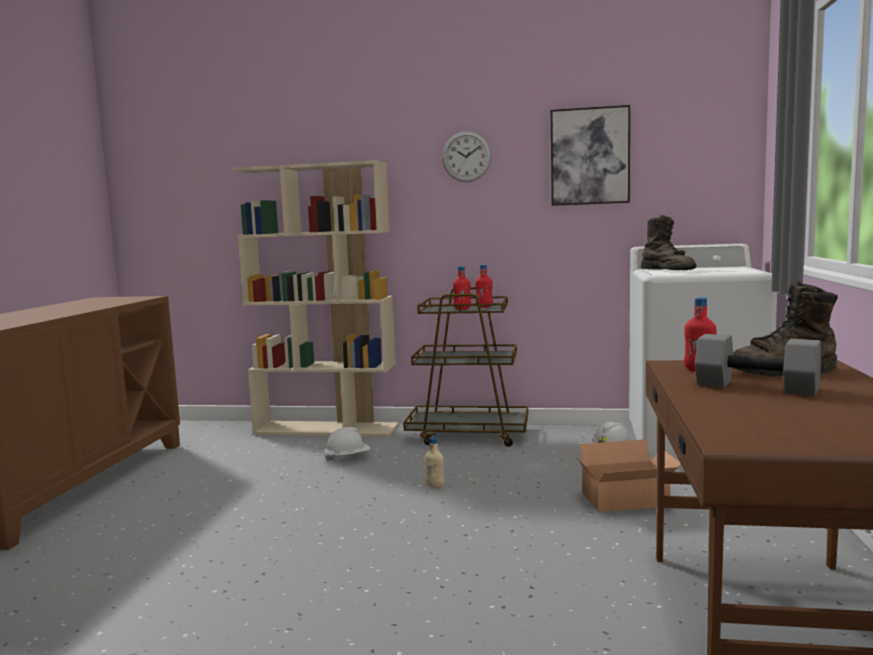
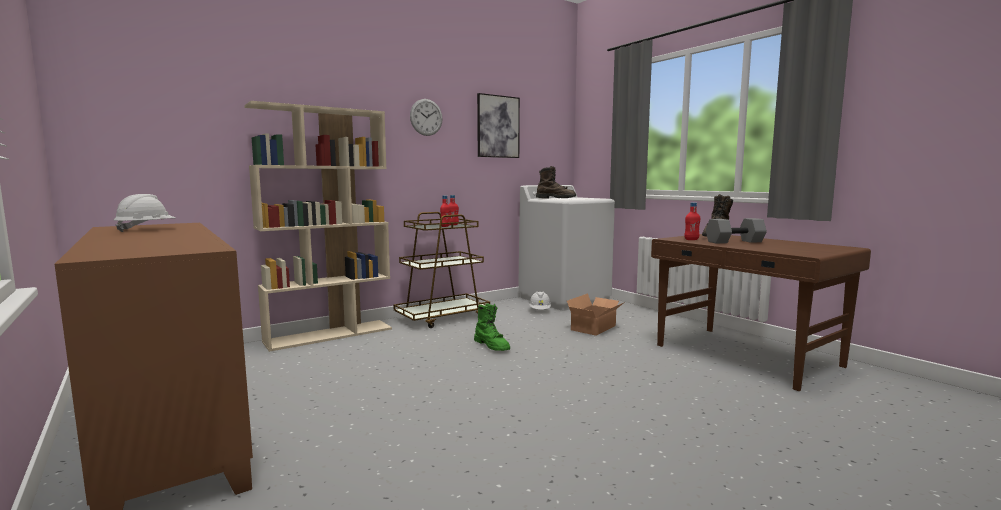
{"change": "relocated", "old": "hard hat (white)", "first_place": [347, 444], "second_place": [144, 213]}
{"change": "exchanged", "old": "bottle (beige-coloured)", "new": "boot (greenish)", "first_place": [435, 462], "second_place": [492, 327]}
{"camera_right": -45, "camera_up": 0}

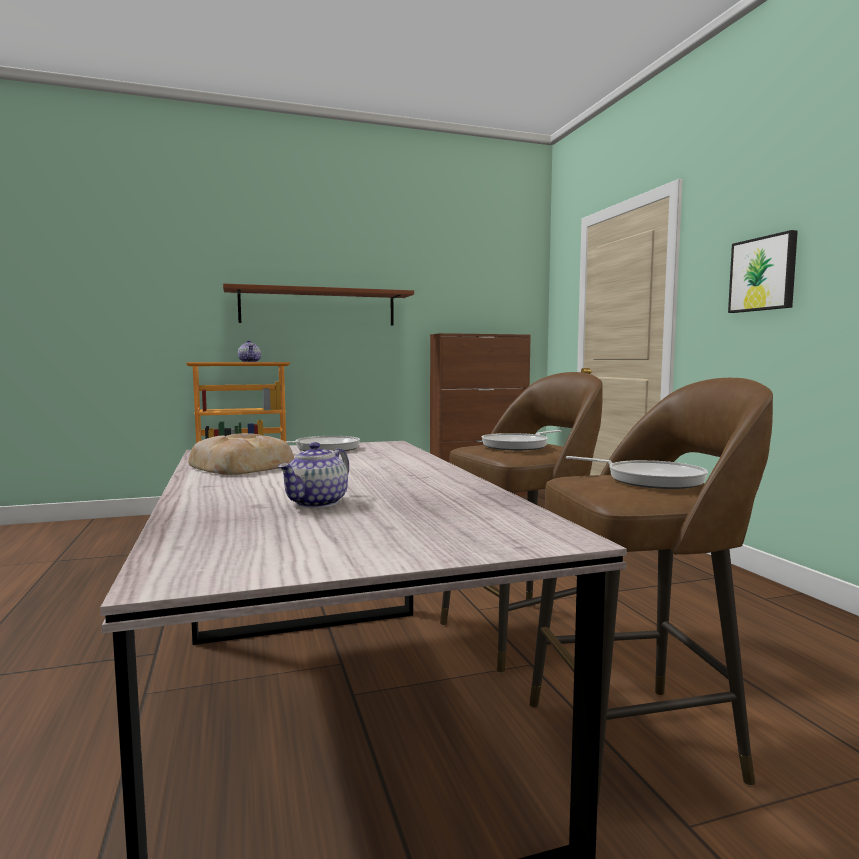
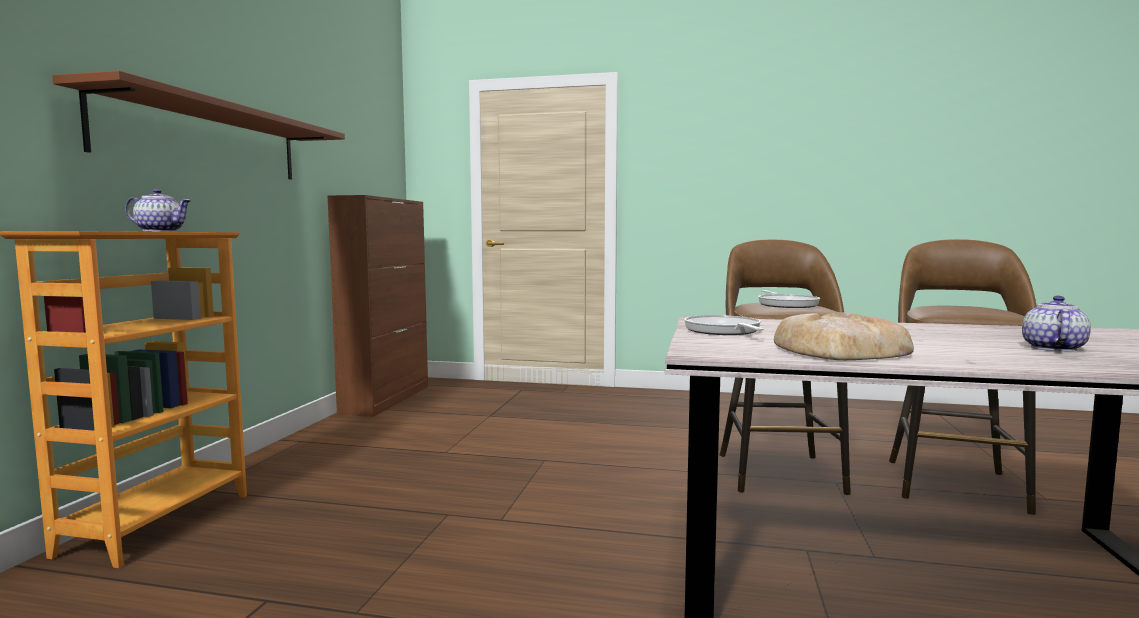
{"change": "missing", "old": "pan", "first_place": [637, 472]}
{"change": "missing", "old": "picture", "first_place": [763, 271]}
{"change": "spun", "old": "tea pot", "first_place": [313, 475], "second_place": [1056, 324], "degrees": -120}
{"camera_right": -60, "camera_up": 0}

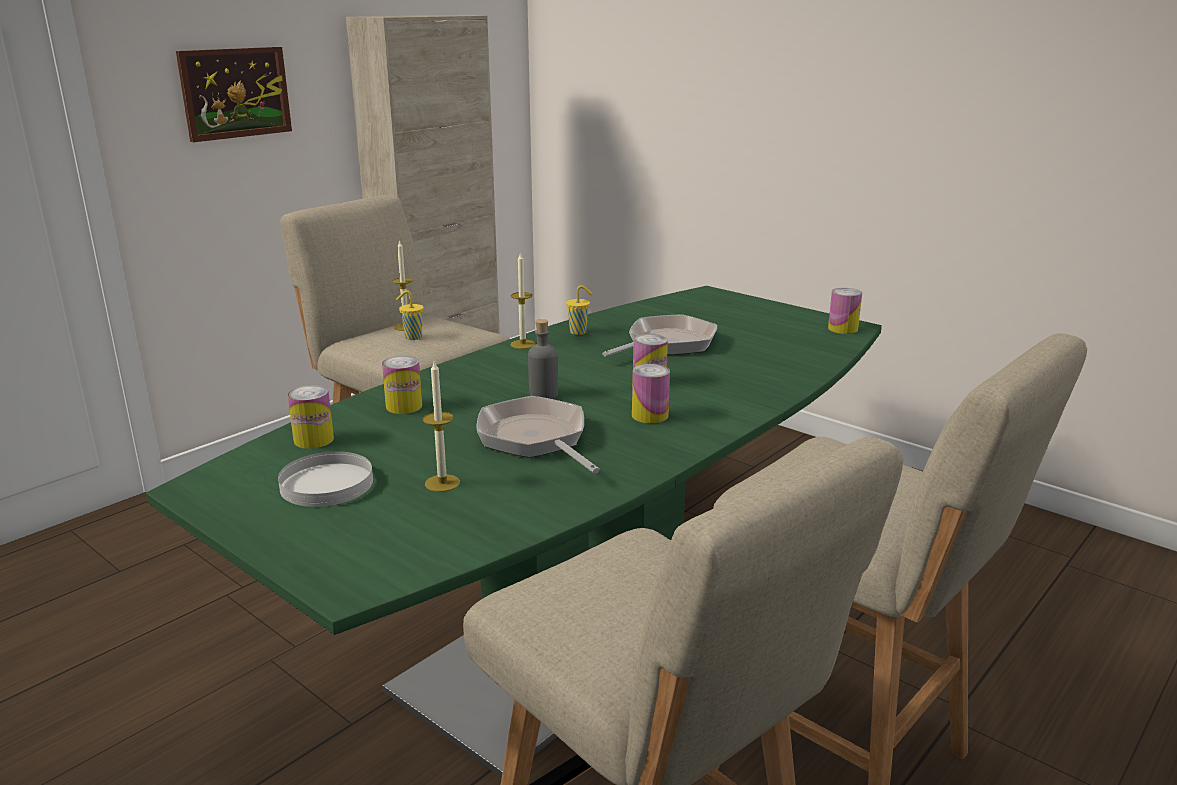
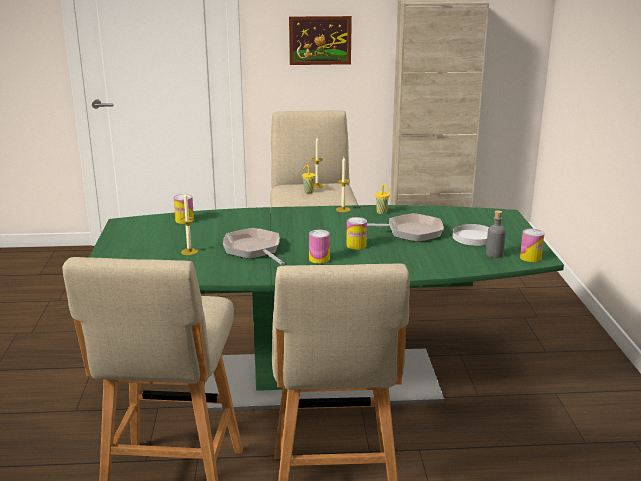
{"change": "missing", "old": "metal can", "first_place": [402, 385]}
{"change": "relocated", "old": "flat dish (white)", "first_place": [325, 479], "second_place": [471, 235]}
{"change": "relocated", "old": "bottle (grey)", "first_place": [543, 359], "second_place": [496, 234]}
{"change": "spun", "old": "pan", "first_place": [538, 434], "second_place": [254, 246], "degrees": -45}
{"camera_right": 45, "camera_up": 0}

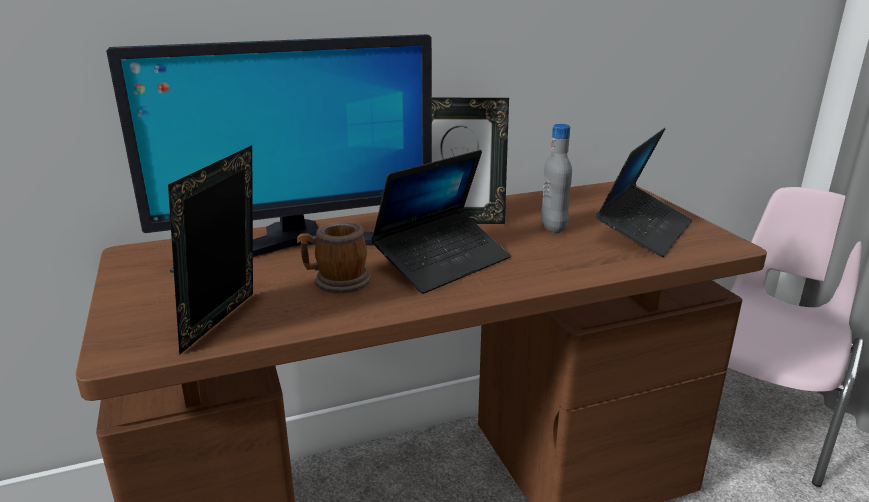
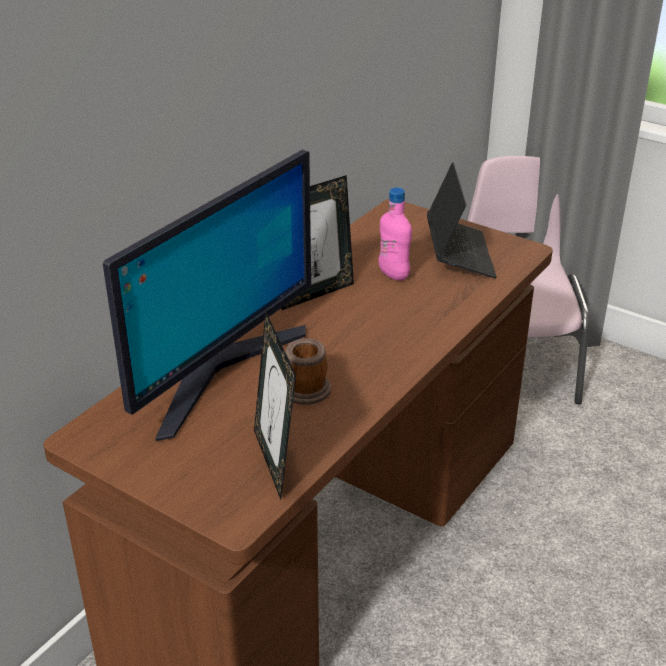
{"change": "missing", "old": "notebook computer", "first_place": [441, 222]}
{"change": "colour", "old": "bottle (grey)", "new": "bottle (pink)", "first_place": [556, 178], "second_place": [395, 234]}
{"camera_right": -35, "camera_up": 10}

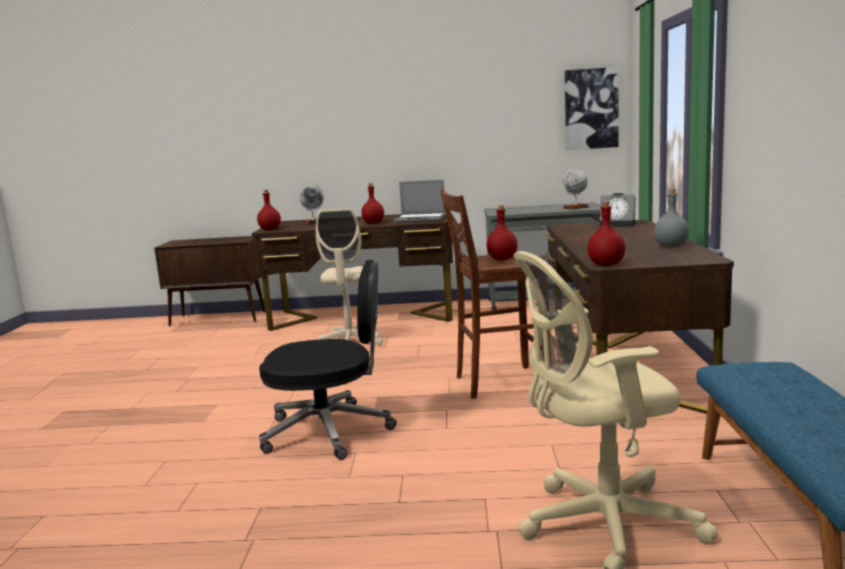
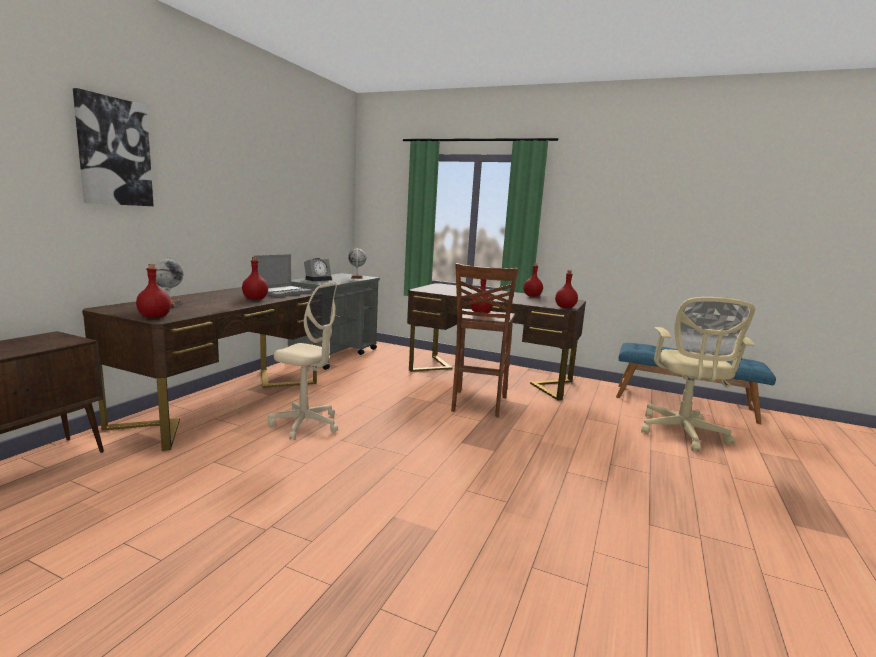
{"change": "missing", "old": "computer chair (black)", "first_place": [328, 360]}
{"change": "relocated", "old": "picture", "first_place": [591, 108], "second_place": [113, 147]}
{"change": "relocated", "old": "alarm clock", "first_place": [617, 210], "second_place": [318, 269]}
{"change": "colour", "old": "bottle (grey)", "new": "bottle (reddish)", "first_place": [671, 218], "second_place": [533, 280]}
{"camera_right": -70, "camera_up": 0}

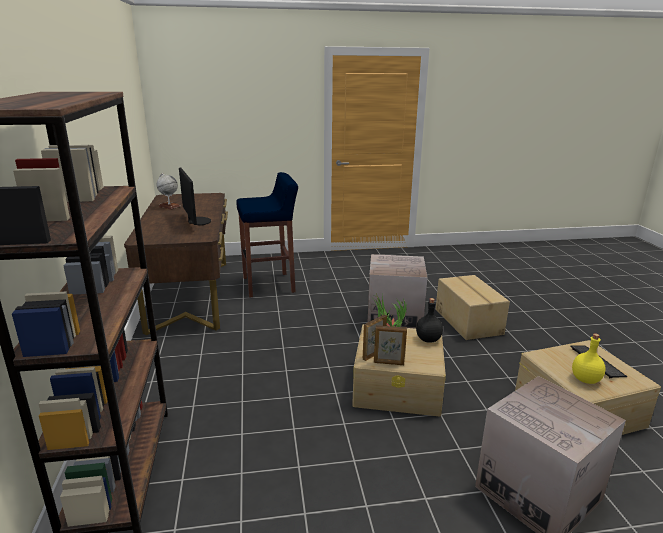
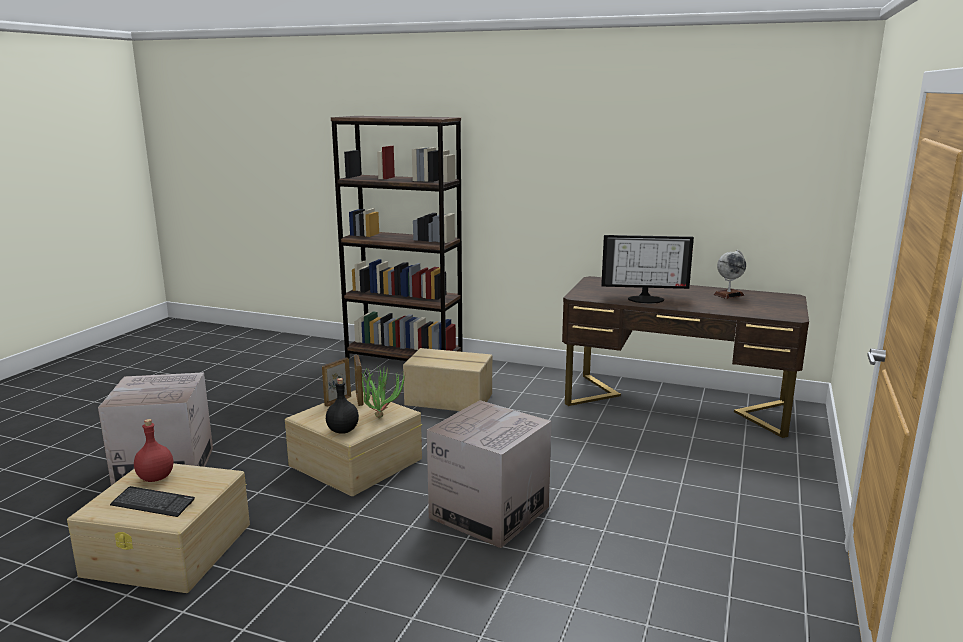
{"change": "missing", "old": "stool (blue)", "first_place": [267, 235]}
{"change": "relocated", "old": "cardboard box", "first_place": [473, 307], "second_place": [447, 379]}
{"change": "colour", "old": "bottle (yellow-coloured)", "new": "bottle (reddish)", "first_place": [589, 359], "second_place": [153, 450]}
{"camera_right": 120, "camera_up": -5}

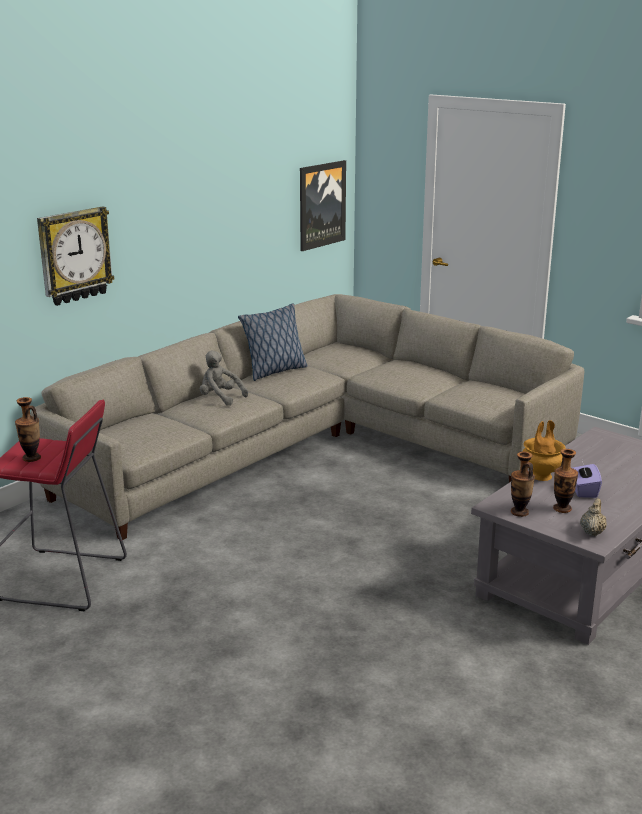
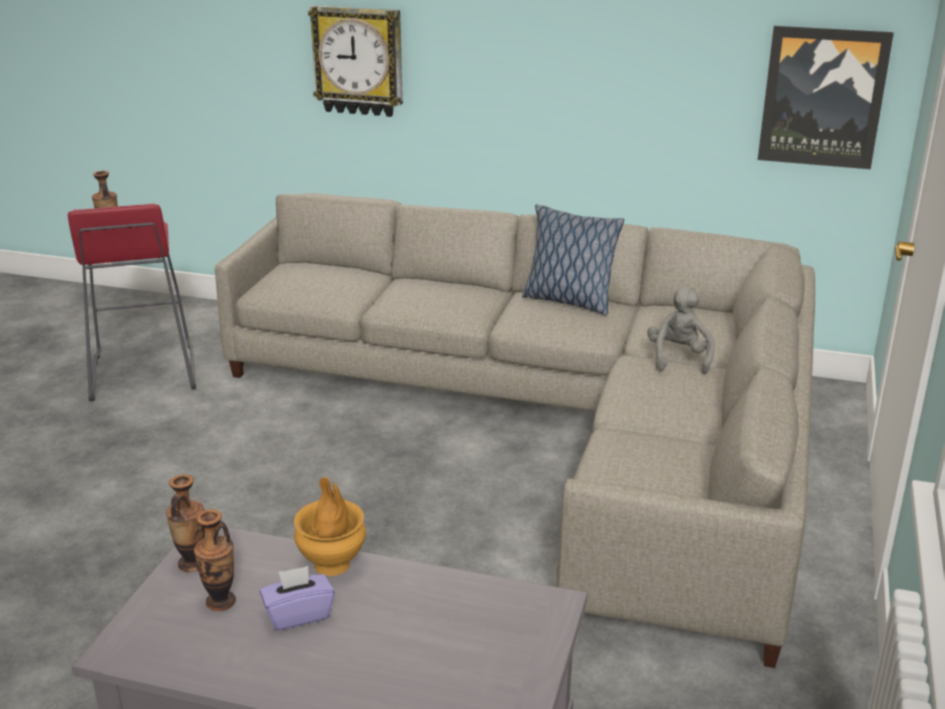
{"change": "missing", "old": "tea pot (beige-coloured)", "first_place": [593, 517]}
{"change": "relocated", "old": "plush toy (grey)", "first_place": [224, 378], "second_place": [681, 330]}
{"camera_right": 65, "camera_up": 5}

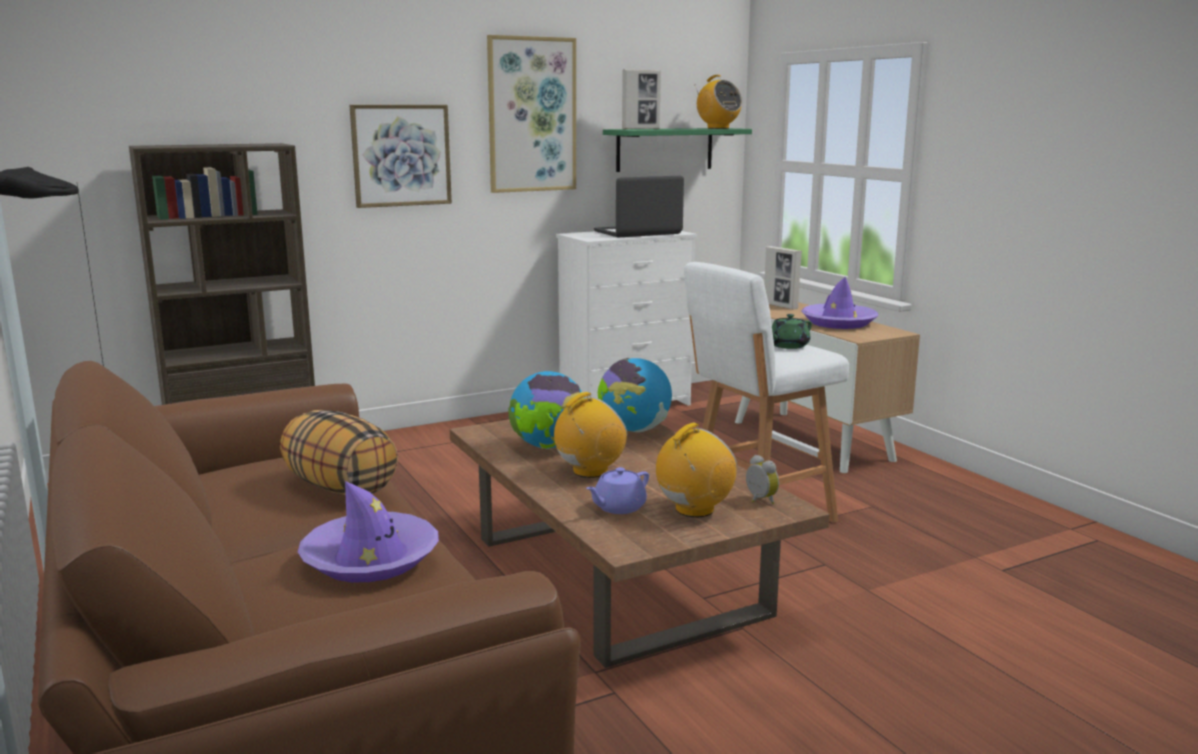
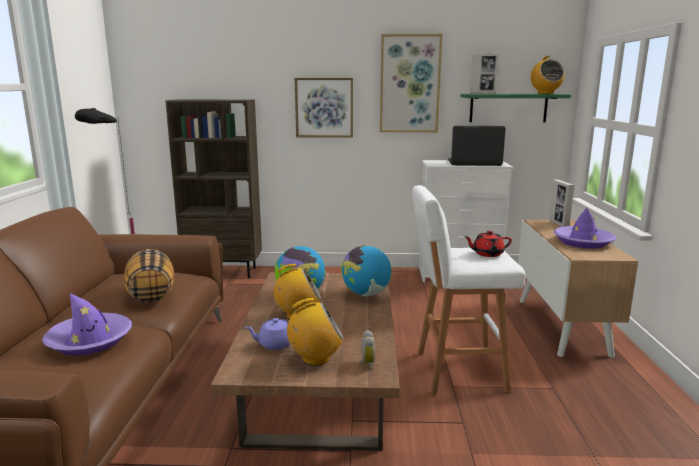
{"change": "colour", "old": "tea pot (greenish)", "new": "tea pot (reddish)", "first_place": [792, 331], "second_place": [488, 243]}
{"camera_right": 30, "camera_up": 0}

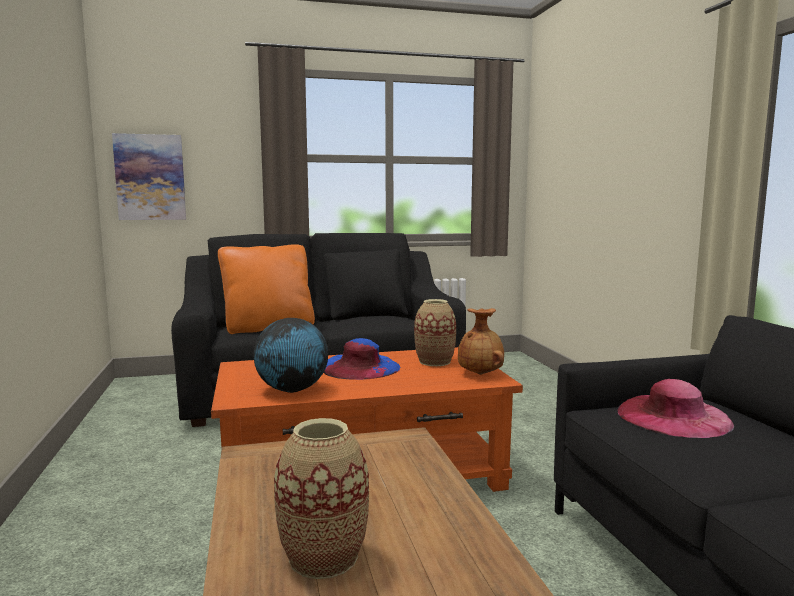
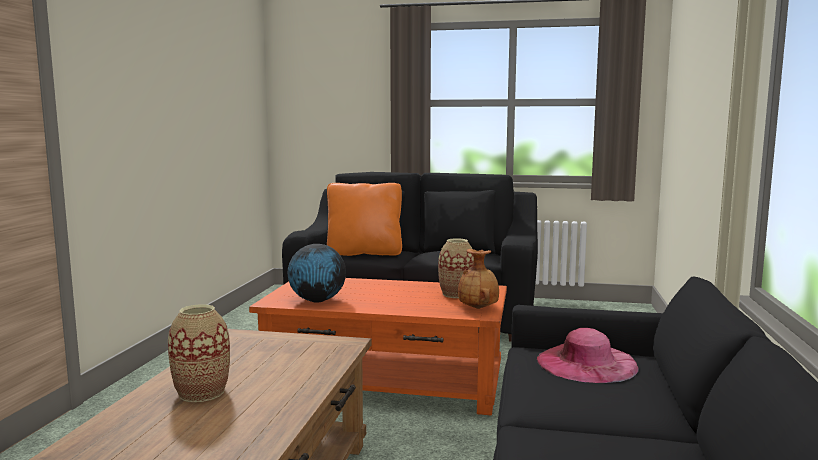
{"change": "missing", "old": "picture", "first_place": [149, 176]}
{"change": "missing", "old": "clothing hat (blue)", "first_place": [362, 359]}
{"camera_right": 25, "camera_up": 0}

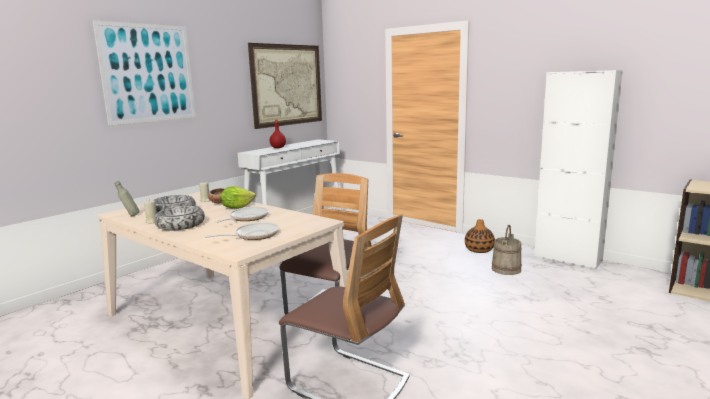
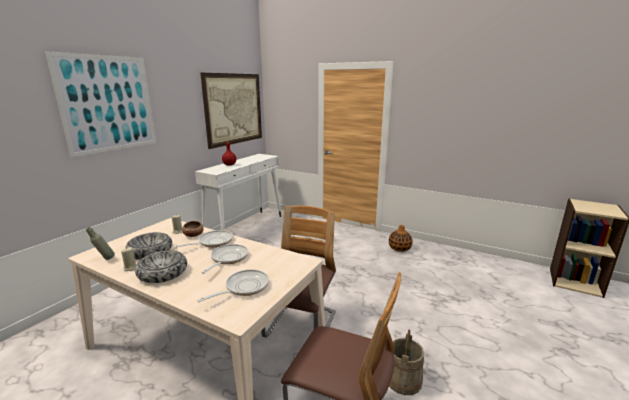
{"change": "missing", "old": "cupboard (white)", "first_place": [578, 169]}
{"change": "relocated", "old": "pail (beige-coloured)", "first_place": [507, 250], "second_place": [406, 362]}
{"change": "exchanged", "old": "lettuce", "new": "pan", "first_place": [237, 198], "second_place": [203, 239]}
{"camera_right": -10, "camera_up": 5}

